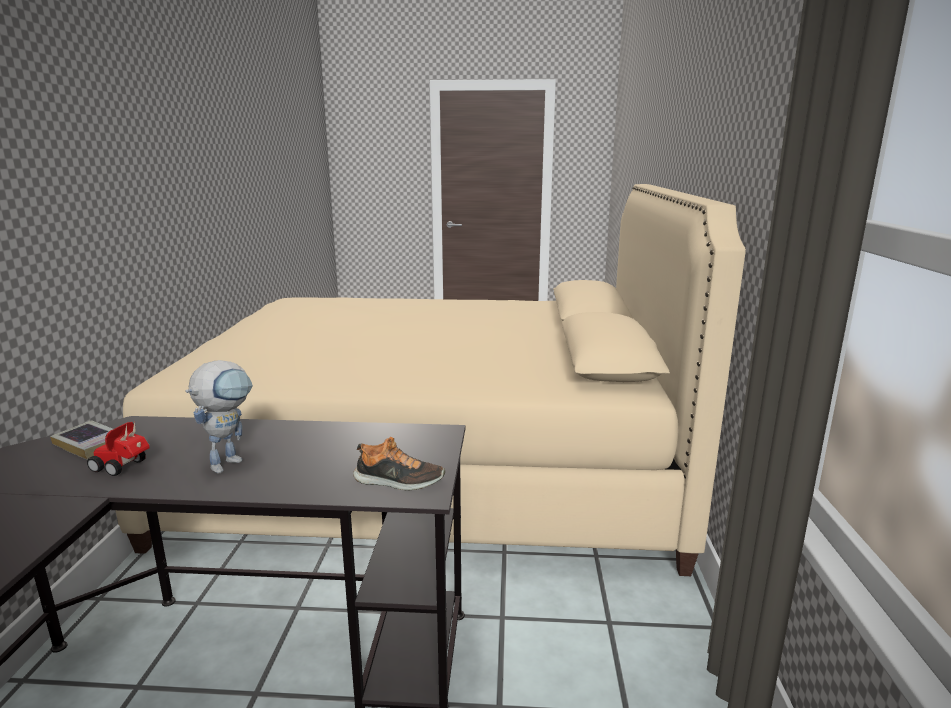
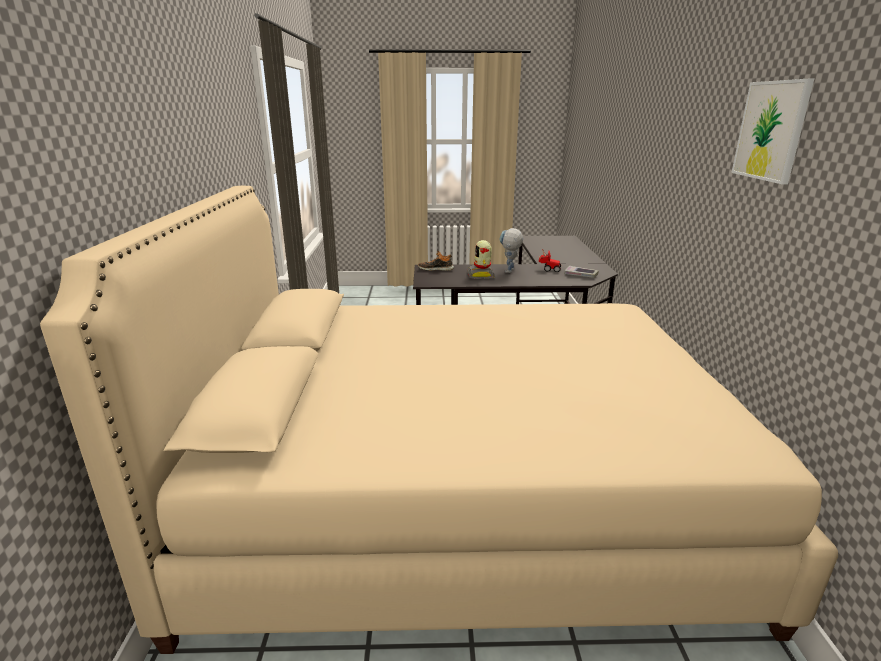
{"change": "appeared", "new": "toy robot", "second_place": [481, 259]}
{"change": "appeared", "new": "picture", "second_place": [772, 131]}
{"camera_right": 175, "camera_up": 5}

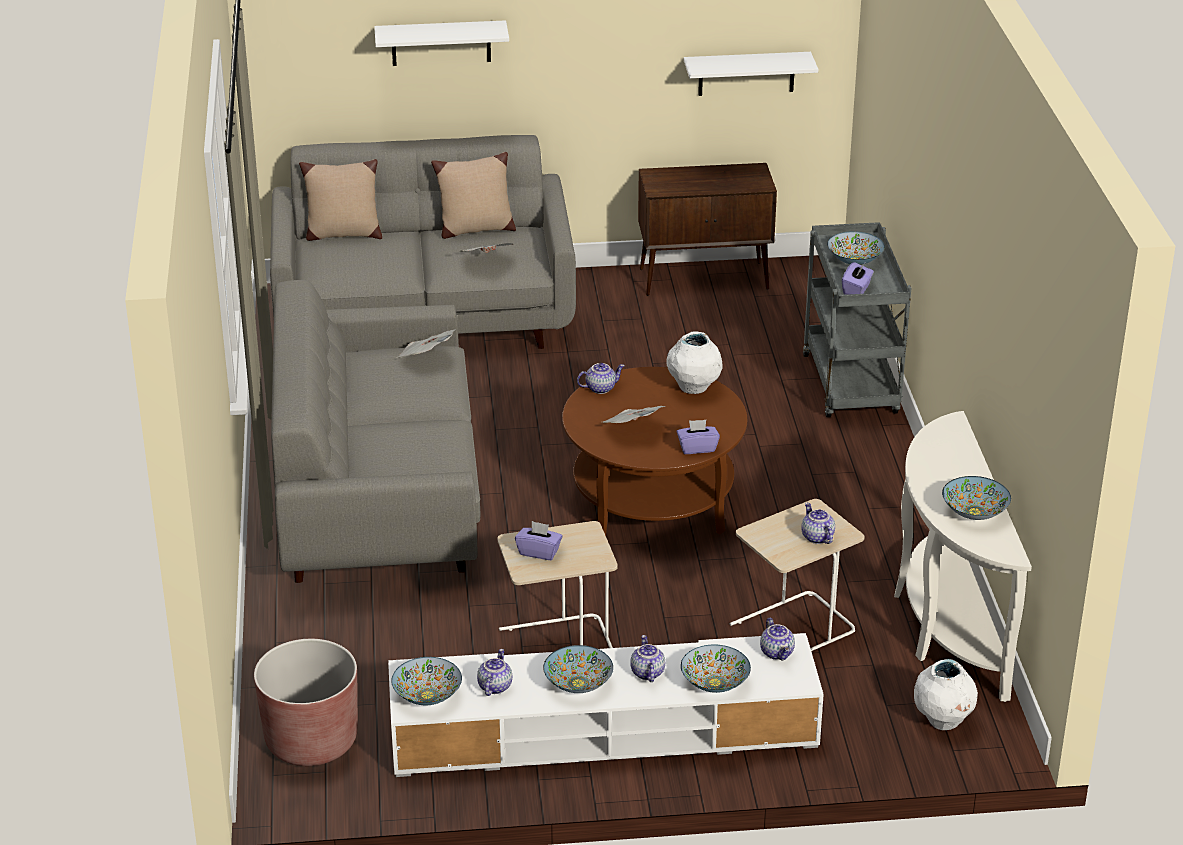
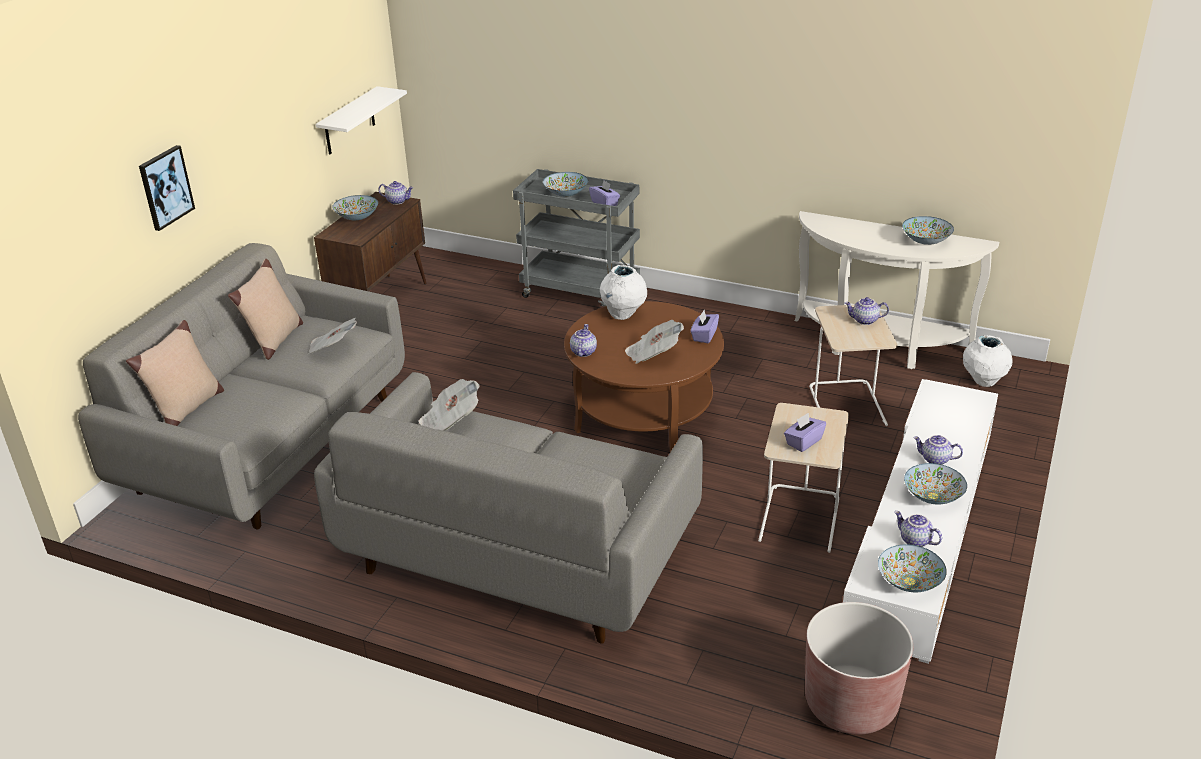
{"change": "relocated", "old": "serving bowl", "first_place": [716, 669], "second_place": [355, 207]}
{"change": "relocated", "old": "tea pot", "first_place": [777, 639], "second_place": [395, 193]}
{"change": "exchanged", "old": "shelf (white)", "new": "picture", "first_place": [441, 43], "second_place": [167, 188]}
{"camera_right": -60, "camera_up": 0}

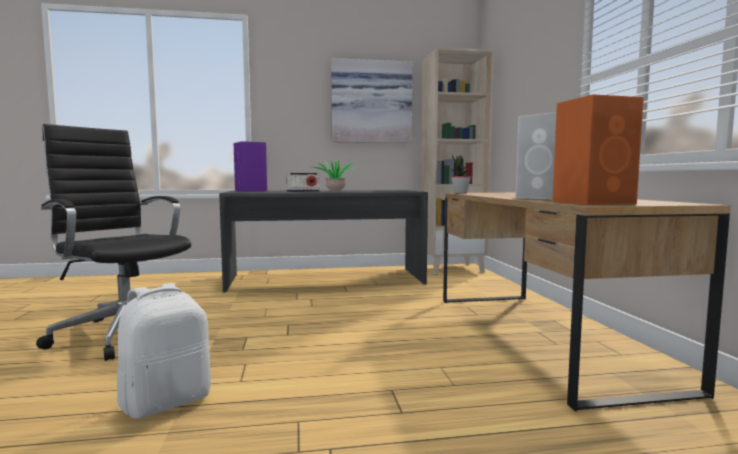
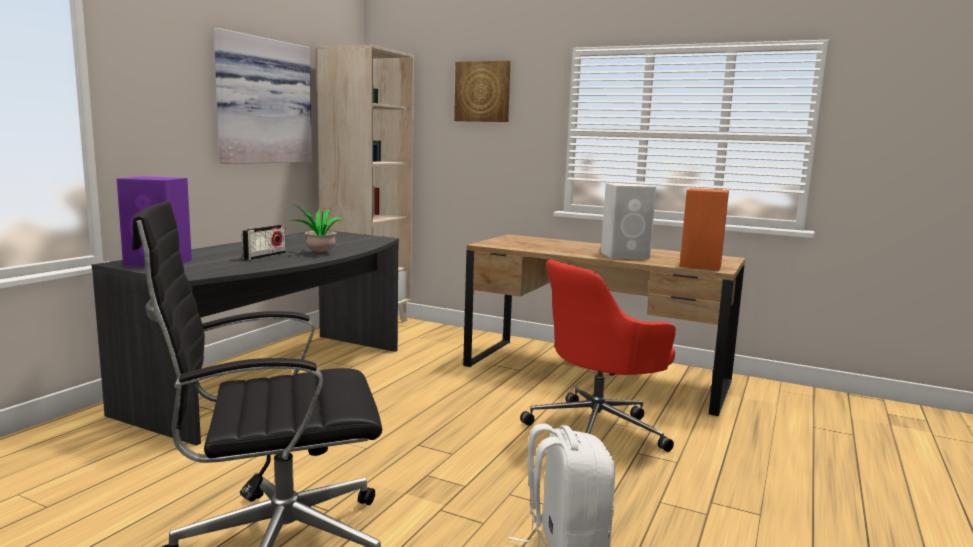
{"change": "missing", "old": "houseplant", "first_place": [461, 174]}
{"change": "appeared", "new": "picture", "second_place": [482, 91]}
{"change": "appeared", "new": "computer chair (reddish)", "second_place": [598, 356]}
{"camera_right": -55, "camera_up": 5}

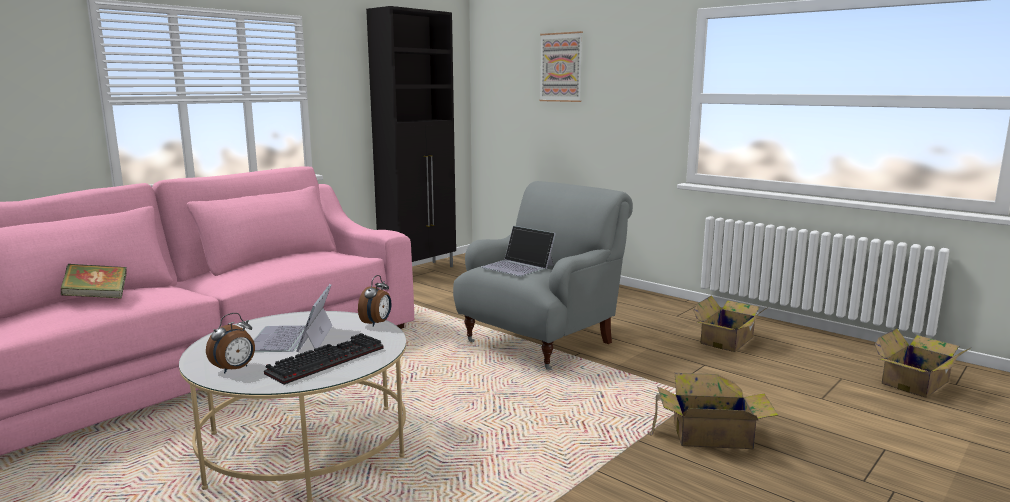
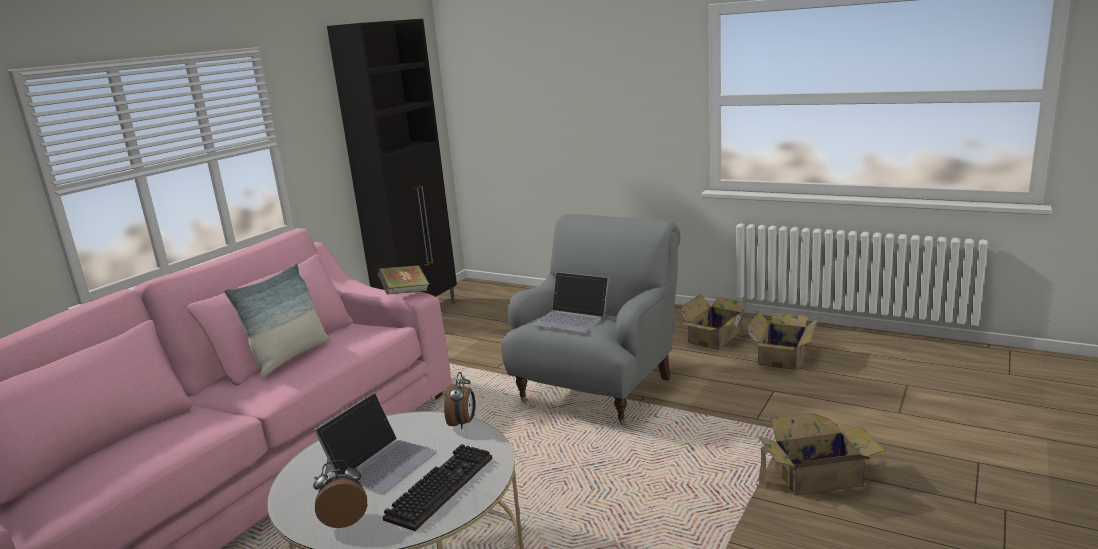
{"change": "missing", "old": "picture", "first_place": [561, 66]}
{"change": "appeared", "new": "cushion", "second_place": [277, 320]}
{"change": "relocated", "old": "volume", "first_place": [94, 281], "second_place": [403, 279]}
{"change": "relocated", "old": "cardboard box", "first_place": [923, 363], "second_place": [715, 322]}
{"change": "spun", "old": "alarm clock", "first_place": [230, 343], "second_place": [340, 494], "degrees": -135}
{"change": "spun", "old": "notebook computer", "first_place": [292, 318], "second_place": [375, 443], "degrees": -135}
{"camera_right": -10, "camera_up": 5}

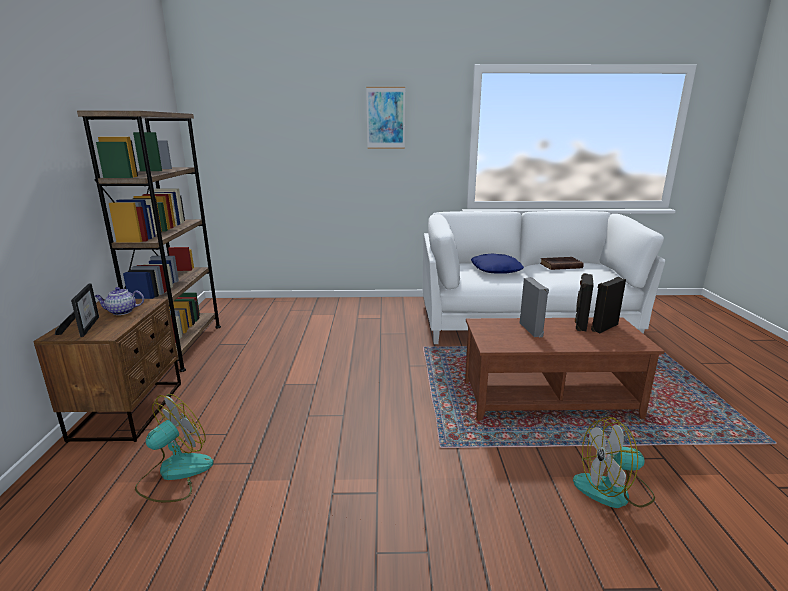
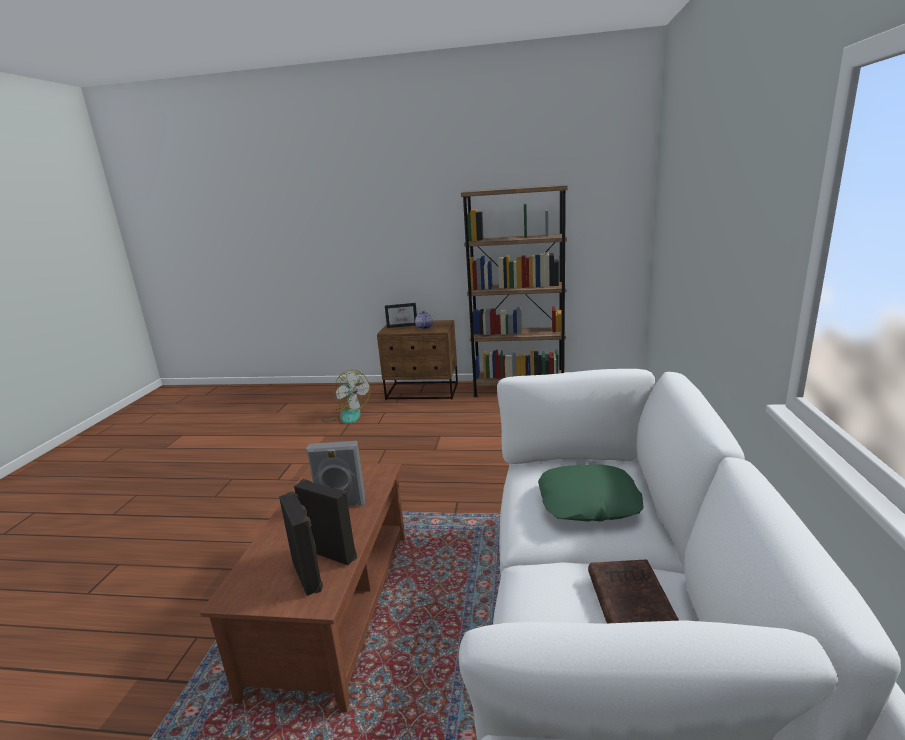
{"change": "missing", "old": "picture", "first_place": [385, 118]}
{"change": "missing", "old": "fan", "first_place": [614, 462]}
{"change": "colour", "old": "cushion (blue)", "new": "cushion (greenish)", "first_place": [497, 264], "second_place": [591, 493]}
{"camera_right": 100, "camera_up": 0}

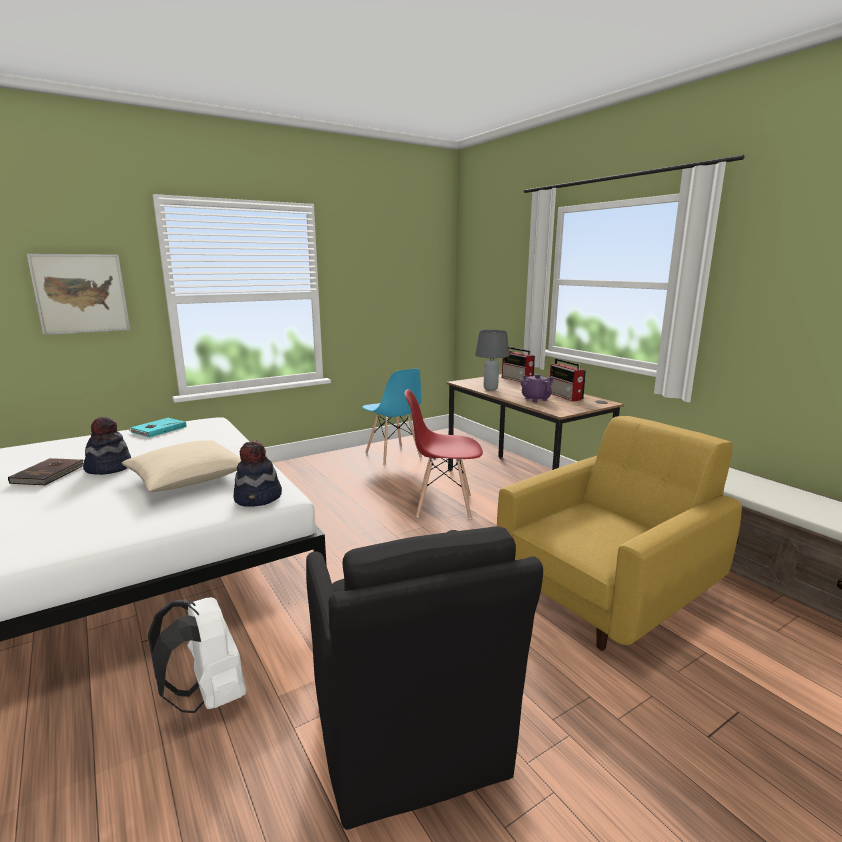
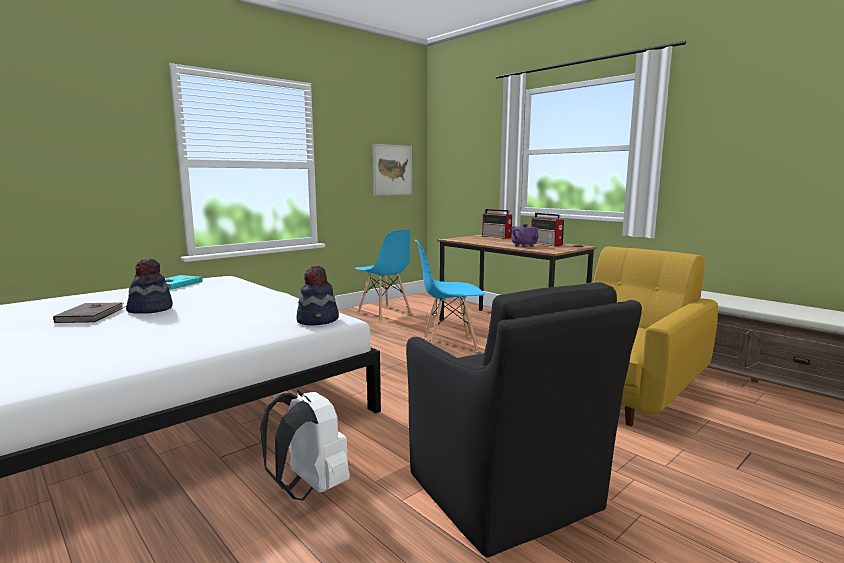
{"change": "missing", "old": "cushion (beige-coloured)", "first_place": [182, 466]}
{"change": "missing", "old": "lamp for a table (grey)", "first_place": [492, 360]}
{"change": "relocated", "old": "picture", "first_place": [78, 294], "second_place": [392, 170]}
{"change": "colour", "old": "upright chair (reddish)", "new": "upright chair (blue)", "first_place": [443, 454], "second_place": [450, 295]}
{"camera_right": -10, "camera_up": -5}

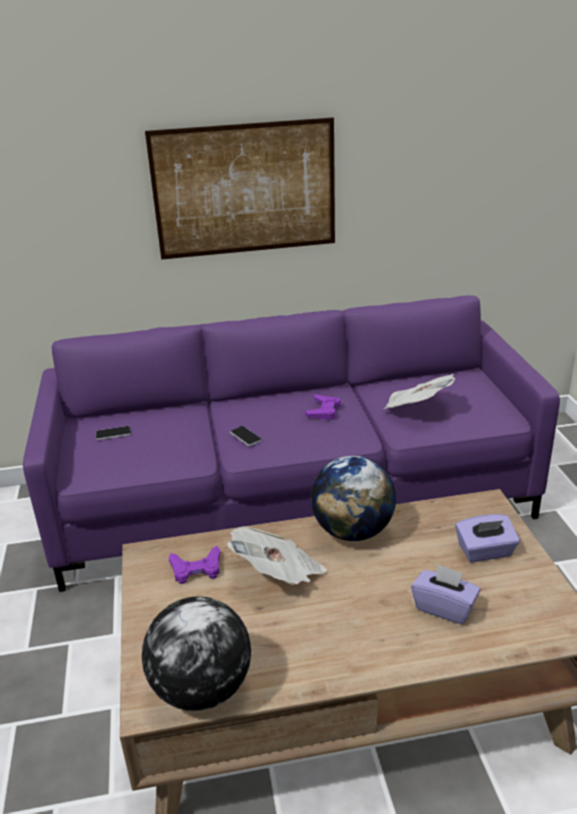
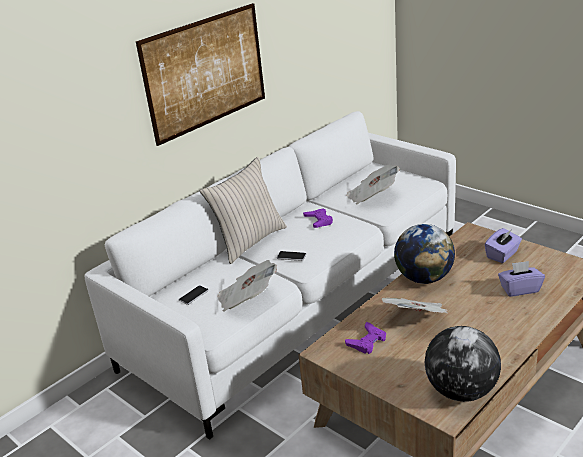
{"change": "appeared", "new": "cushion (beige-coloured)", "second_place": [243, 210]}
{"change": "appeared", "new": "daily paper", "second_place": [247, 286]}
{"change": "colour", "old": "sofa (purple-coloured)", "new": "sofa (white)", "first_place": [291, 443], "second_place": [270, 275]}
{"camera_right": -35, "camera_up": 0}

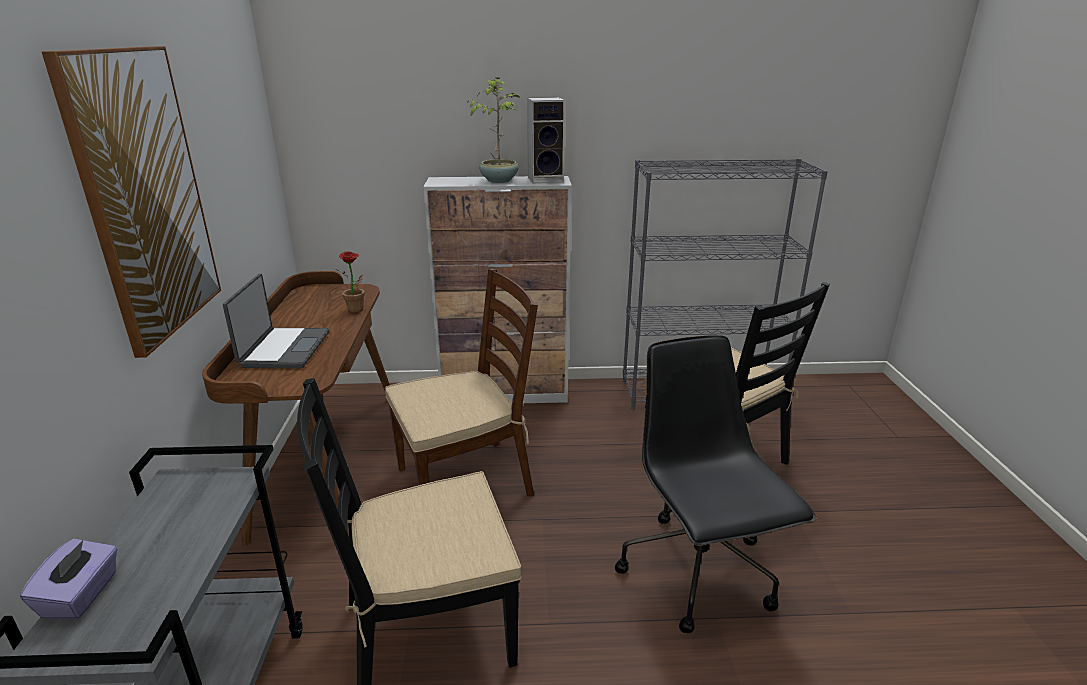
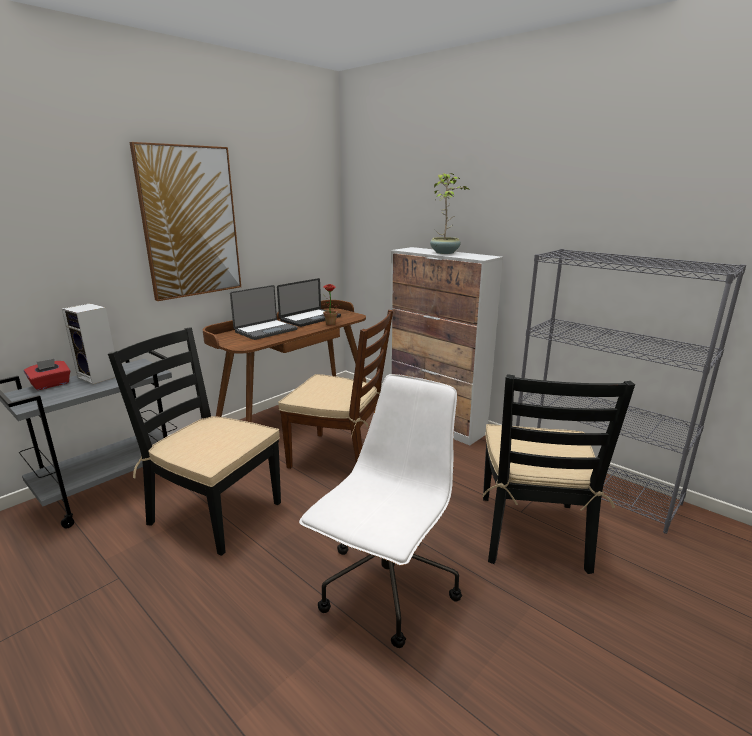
{"change": "appeared", "new": "notebook computer", "second_place": [309, 302]}
{"change": "relocated", "old": "loudspeaker", "first_place": [546, 140], "second_place": [88, 343]}
{"change": "colour", "old": "box of tissues (purple-coloured)", "new": "box of tissues (reddish)", "first_place": [68, 579], "second_place": [47, 374]}
{"change": "colour", "old": "computer chair (black)", "new": "computer chair (white)", "first_place": [716, 484], "second_place": [380, 511]}
{"camera_right": 45, "camera_up": -5}

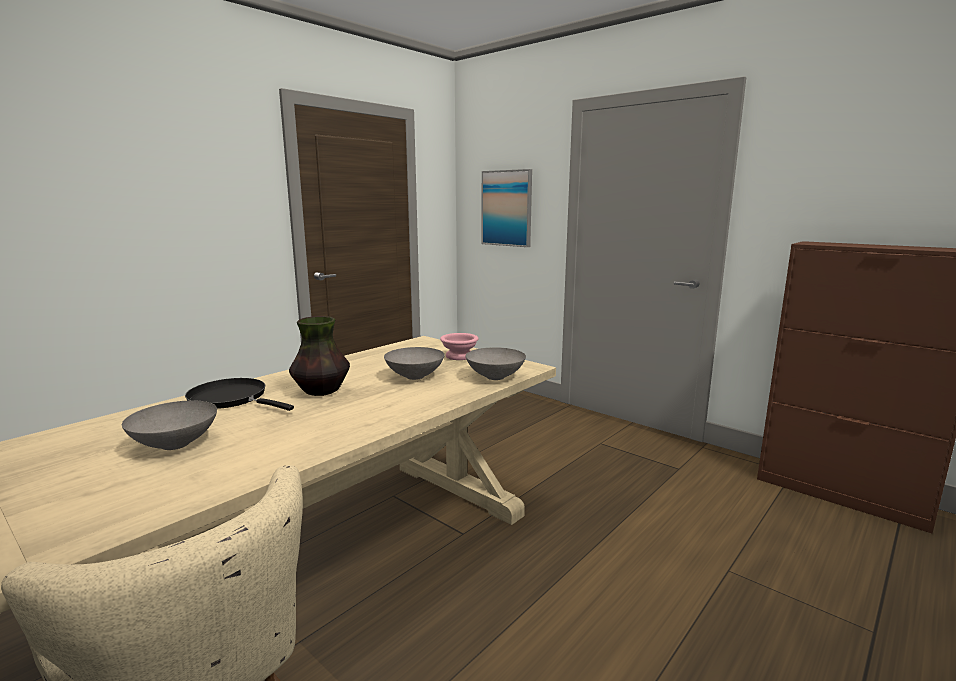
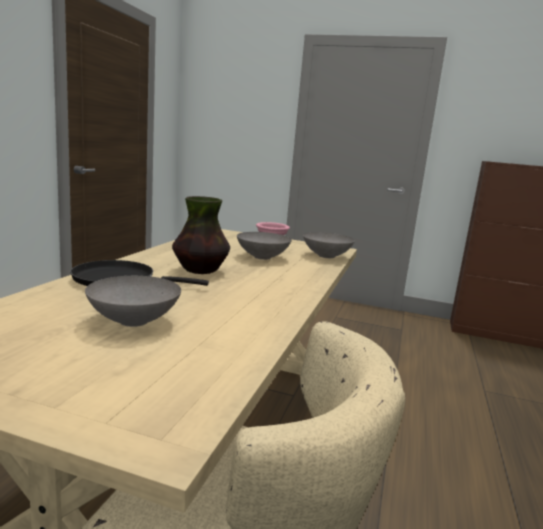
{"change": "missing", "old": "picture", "first_place": [507, 208]}
{"camera_right": -25, "camera_up": 0}

